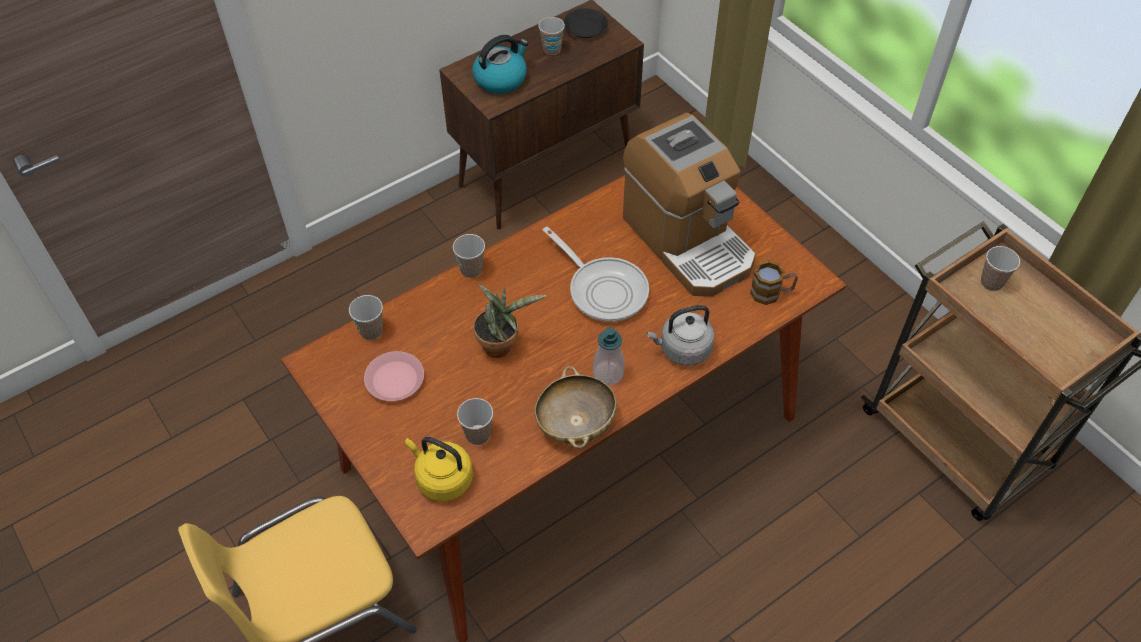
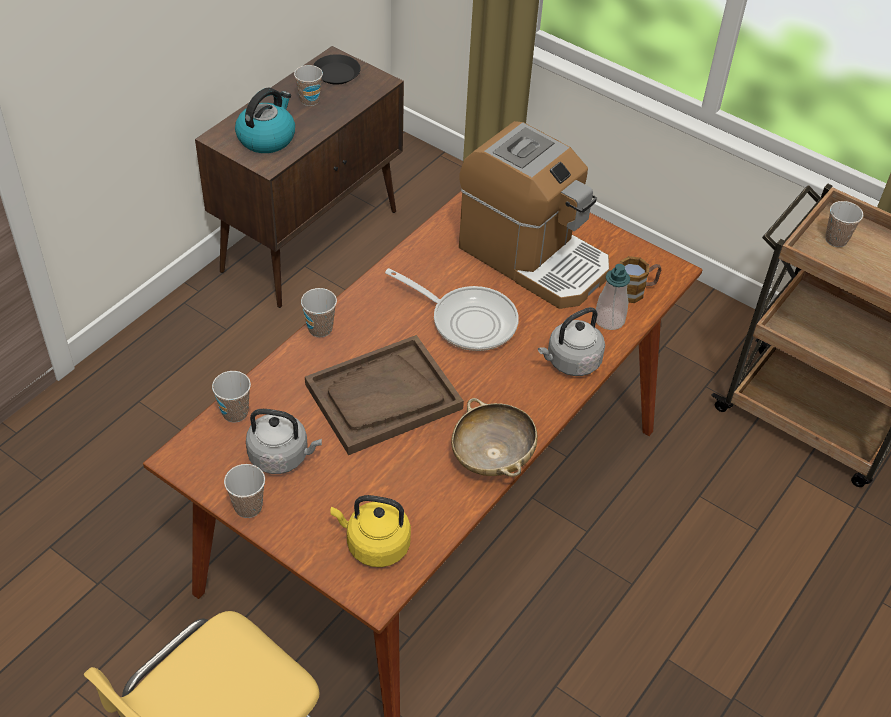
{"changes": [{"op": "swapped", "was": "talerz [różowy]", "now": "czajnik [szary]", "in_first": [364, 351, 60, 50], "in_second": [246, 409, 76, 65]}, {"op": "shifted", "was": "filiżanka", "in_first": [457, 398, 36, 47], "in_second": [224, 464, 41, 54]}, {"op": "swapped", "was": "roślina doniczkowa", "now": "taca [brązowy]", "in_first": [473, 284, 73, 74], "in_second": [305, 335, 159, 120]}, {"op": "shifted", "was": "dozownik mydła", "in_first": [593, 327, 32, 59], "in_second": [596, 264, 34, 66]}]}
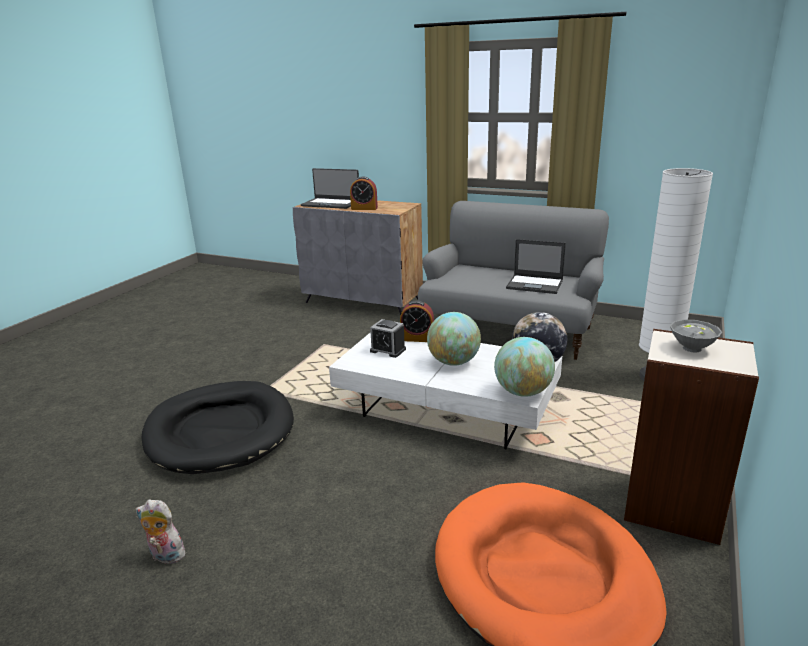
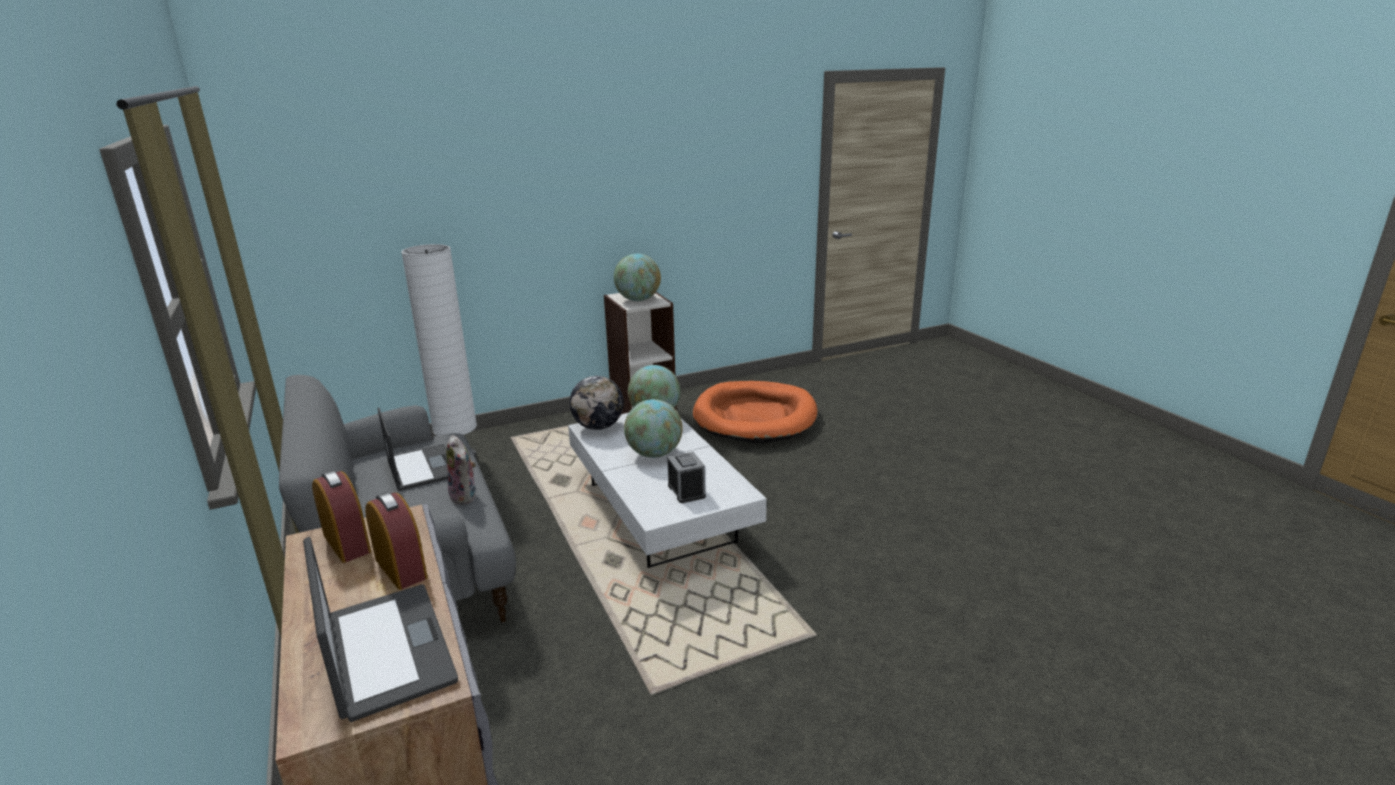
{"changes": [{"op": "shifted", "was": "pluszak", "in_first": [136, 499, 49, 65], "in_second": [447, 435, 29, 69]}, {"op": "gone", "was": "legowisko [czarny]", "in_first": [142, 381, 152, 93]}, {"op": "shifted", "was": "budzik", "in_first": [400, 300, 34, 42], "in_second": [312, 471, 59, 92]}, {"op": "swapped", "was": "miska [szary]", "now": "globus", "in_first": [670, 320, 52, 32], "in_second": [614, 254, 47, 47]}]}
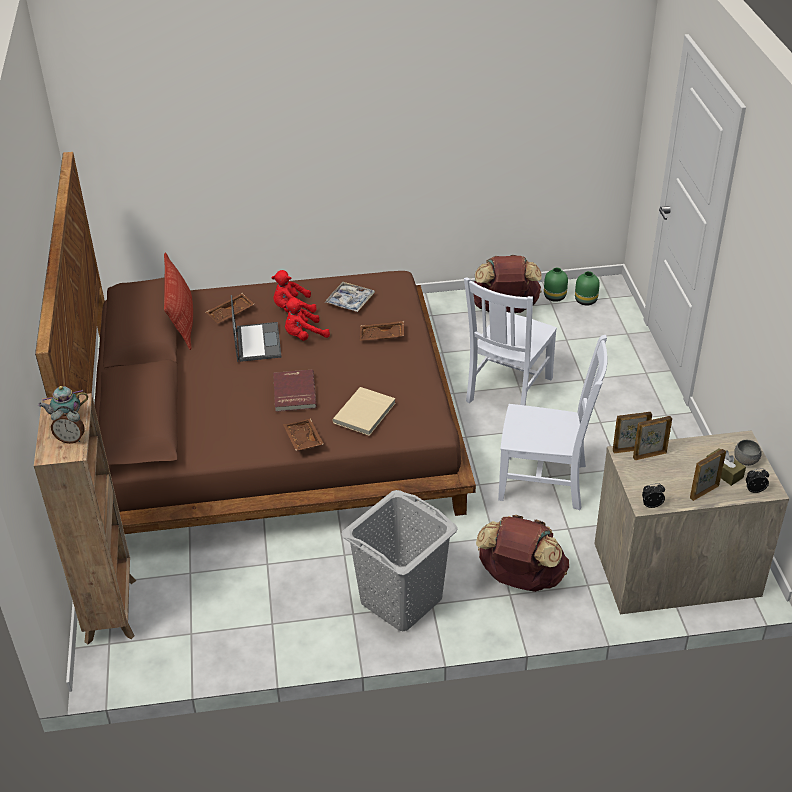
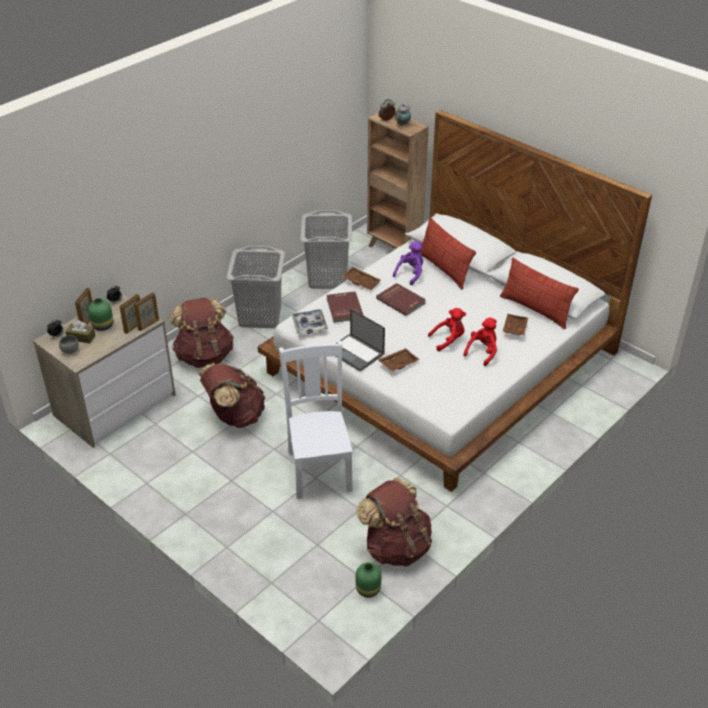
{"changes": [{"op": "repainted", "was": "łóżko [brązowy]", "now": "łóżko [biały]", "in_first": [35, 152, 441, 382], "in_second": [258, 110, 394, 382]}, {"op": "shifted", "was": "laptop", "in_first": [231, 295, 51, 67], "in_second": [335, 309, 50, 62]}, {"op": "rotated", "was": "pluszak [czerwony]", "in_first": [283, 298, 47, 43], "in_second": [428, 308, 38, 43], "clockwise": 45}, {"op": "shifted", "was": "taca", "in_first": [324, 282, 51, 30], "in_second": [291, 309, 37, 25]}, {"op": "repainted", "was": "książka [beżowy]", "now": "książka [czerwony]", "in_first": [332, 387, 63, 49], "in_second": [327, 291, 37, 32]}, {"op": "swapped", "was": "krzesło [biały]", "now": "plecak [brązowy]", "in_first": [498, 335, 110, 175], "in_second": [198, 363, 68, 65]}, {"op": "shifted", "was": "wazon [zielony]", "in_first": [575, 271, 25, 34], "in_second": [88, 298, 25, 33]}, {"op": "new", "now": "kosz na pranie [szary]", "in_second": [301, 210, 51, 79]}, {"op": "new", "now": "pluszak [fioletowy]", "in_second": [393, 241, 30, 44]}, {"op": "new", "now": "poduszka", "in_second": [420, 217, 56, 72]}]}
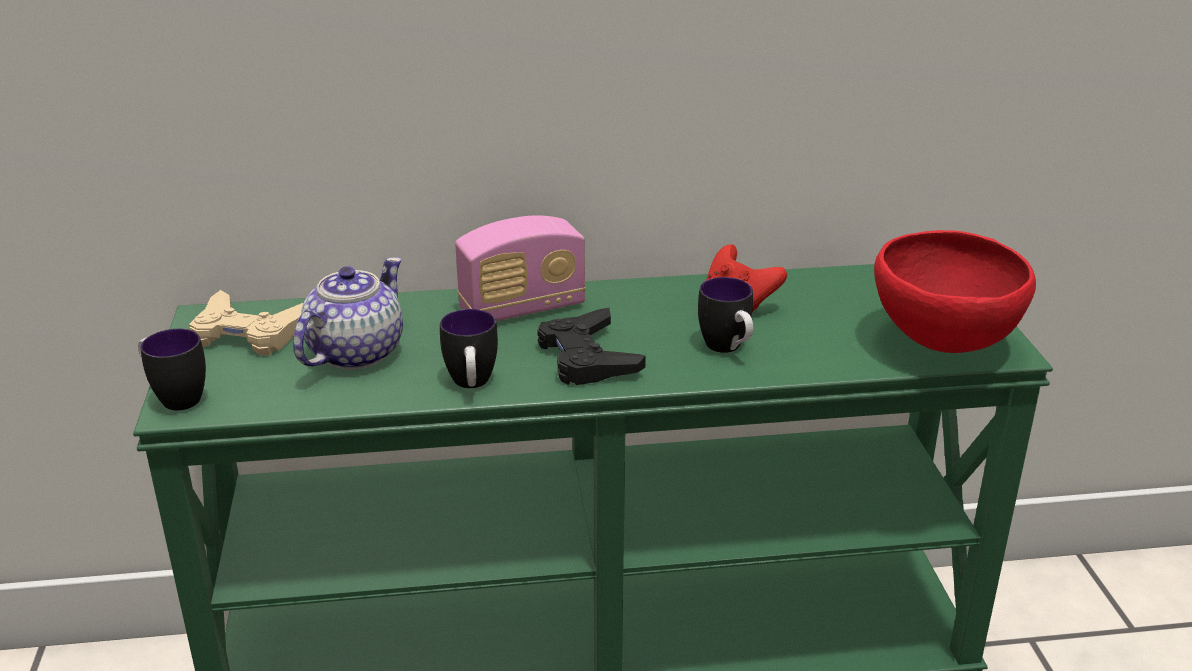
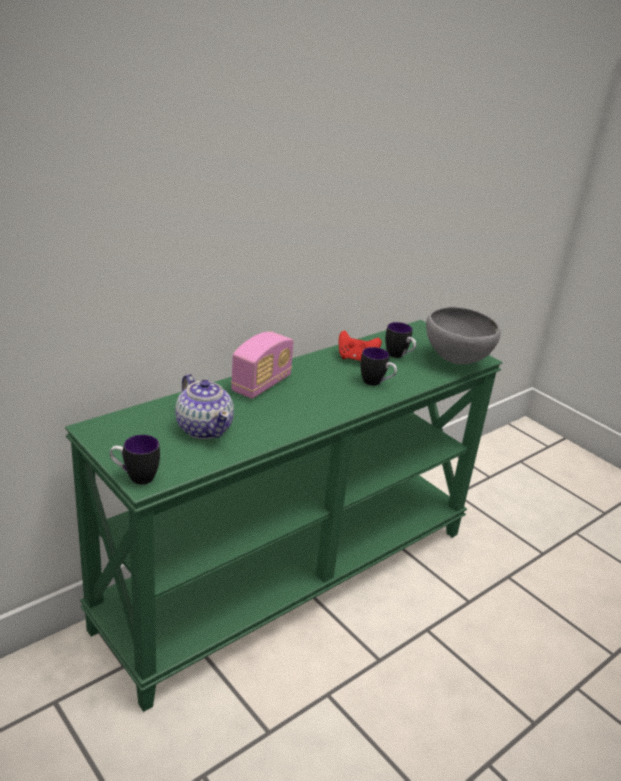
{"changes": [{"op": "gone", "was": "pad do gier [beżowy]", "in_first": [189, 290, 114, 66]}, {"op": "rotated", "was": "imbryk", "in_first": [293, 257, 110, 113], "in_second": [175, 374, 59, 65], "clockwise": 150}, {"op": "shifted", "was": "kubek", "in_first": [440, 309, 58, 79], "in_second": [385, 322, 31, 36]}, {"op": "gone", "was": "pad do gier [czarny]", "in_first": [537, 308, 109, 77]}, {"op": "repainted", "was": "miska [czerwony]", "now": "miska [szary]", "in_first": [874, 230, 162, 123], "in_second": [426, 306, 75, 58]}]}
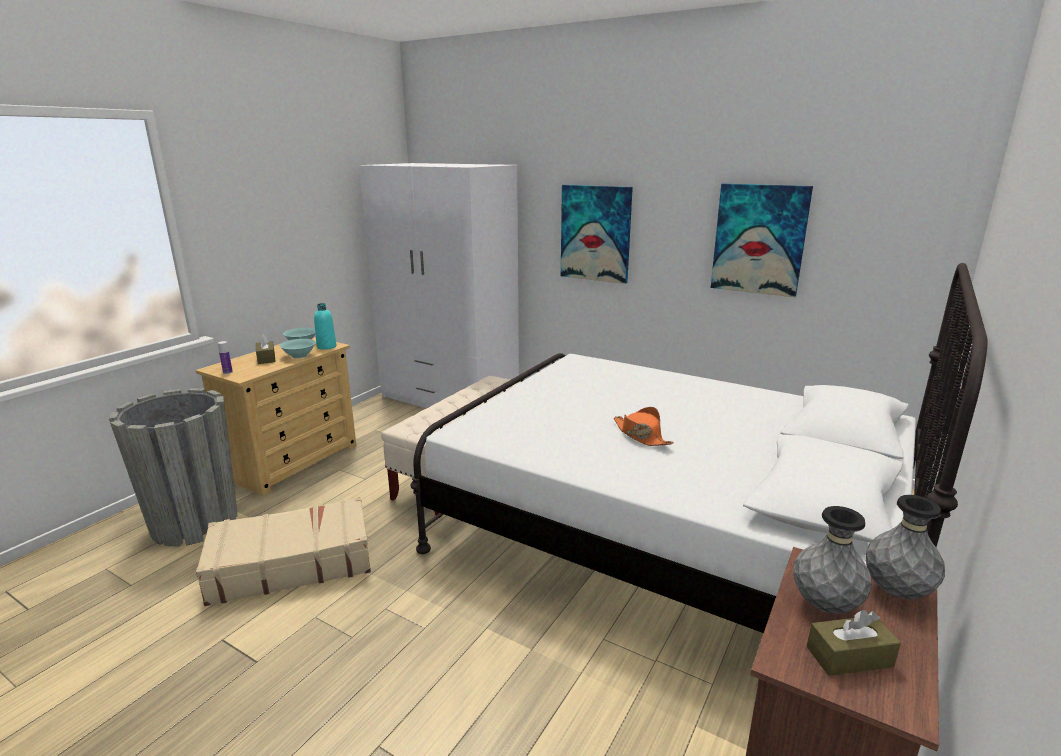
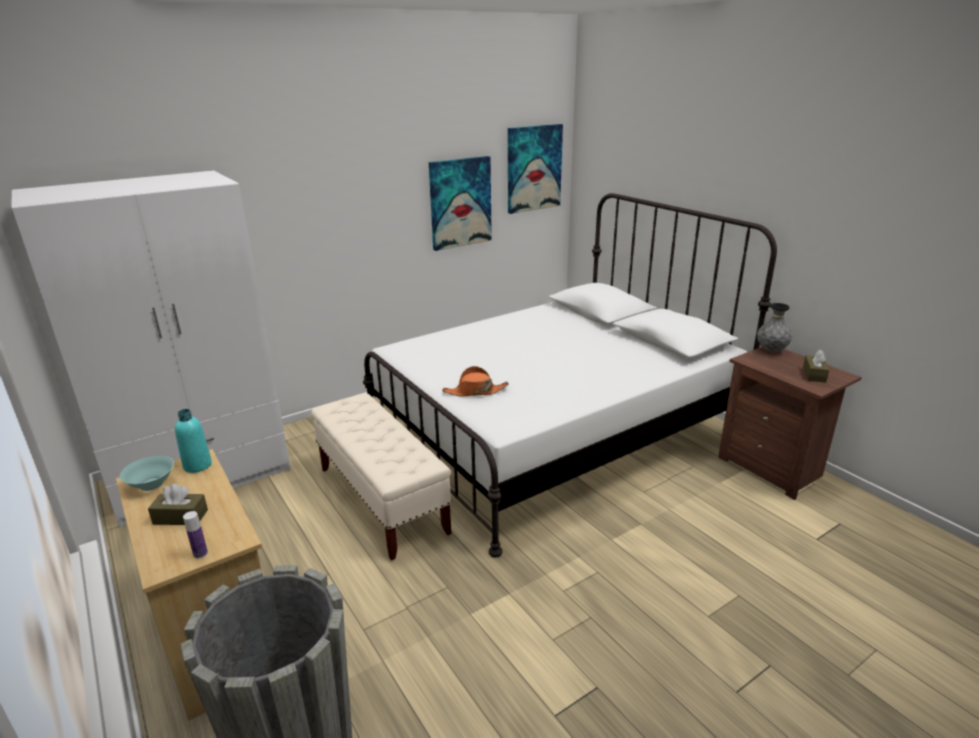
{"changes": [{"op": "gone", "was": "walizka [beżowy]", "in_first": [196, 497, 175, 109]}, {"op": "gone", "was": "miska [turkusowy]", "in_first": [279, 339, 37, 19]}, {"op": "shifted", "was": "obraz", "in_first": [561, 185, 72, 99], "in_second": [508, 124, 55, 90]}, {"op": "shifted", "was": "kapelusz [pomarańczowy]", "in_first": [614, 407, 60, 39], "in_second": [442, 366, 66, 31]}, {"op": "gone", "was": "wazon [szary]", "in_first": [793, 506, 79, 108]}]}
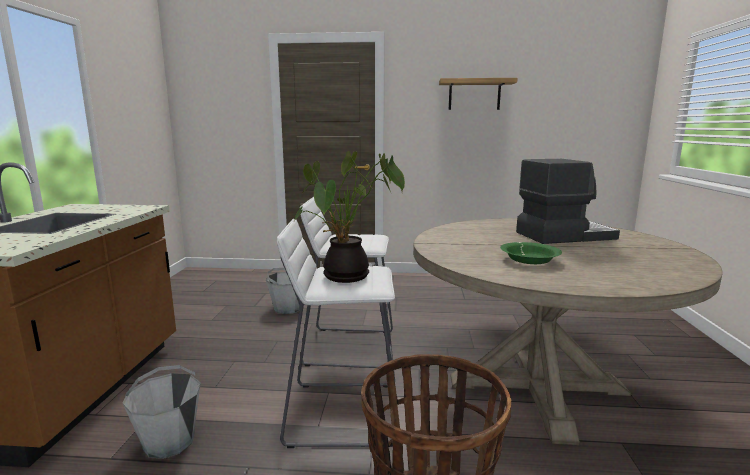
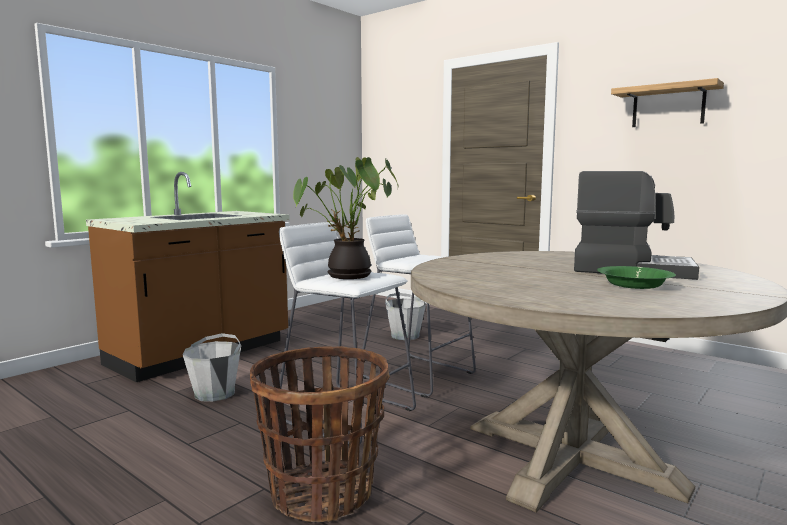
{"changes": [{"op": "shifted", "was": "miska [zielony]", "in_first": [500, 242, 62, 22], "in_second": [597, 266, 79, 23]}]}
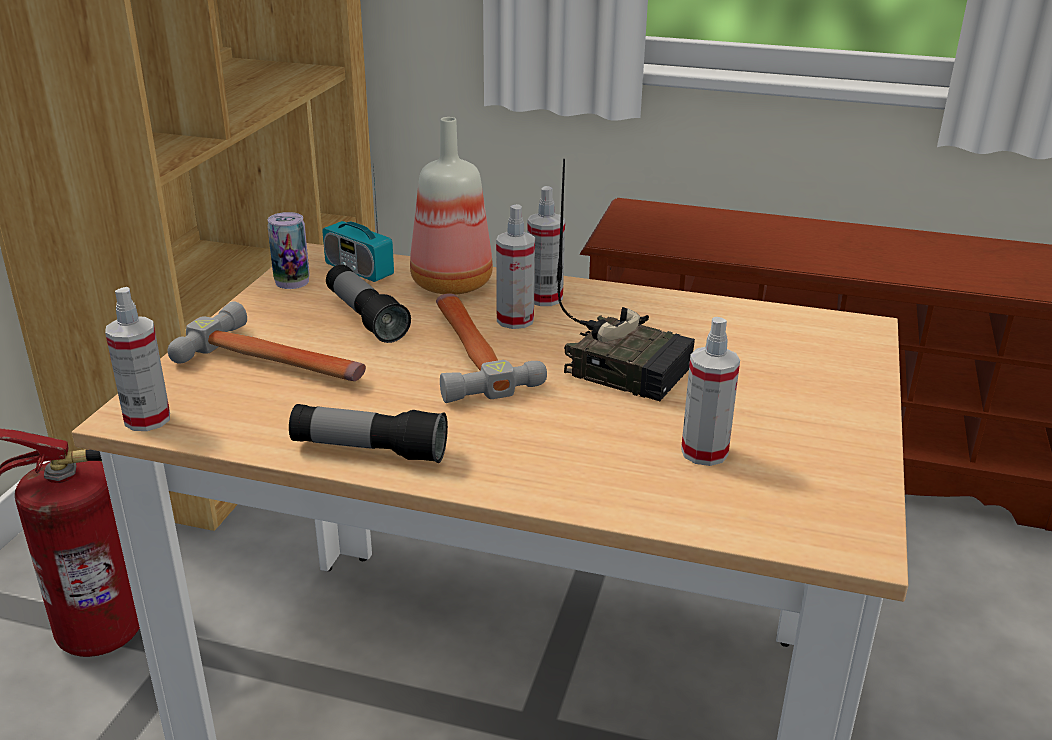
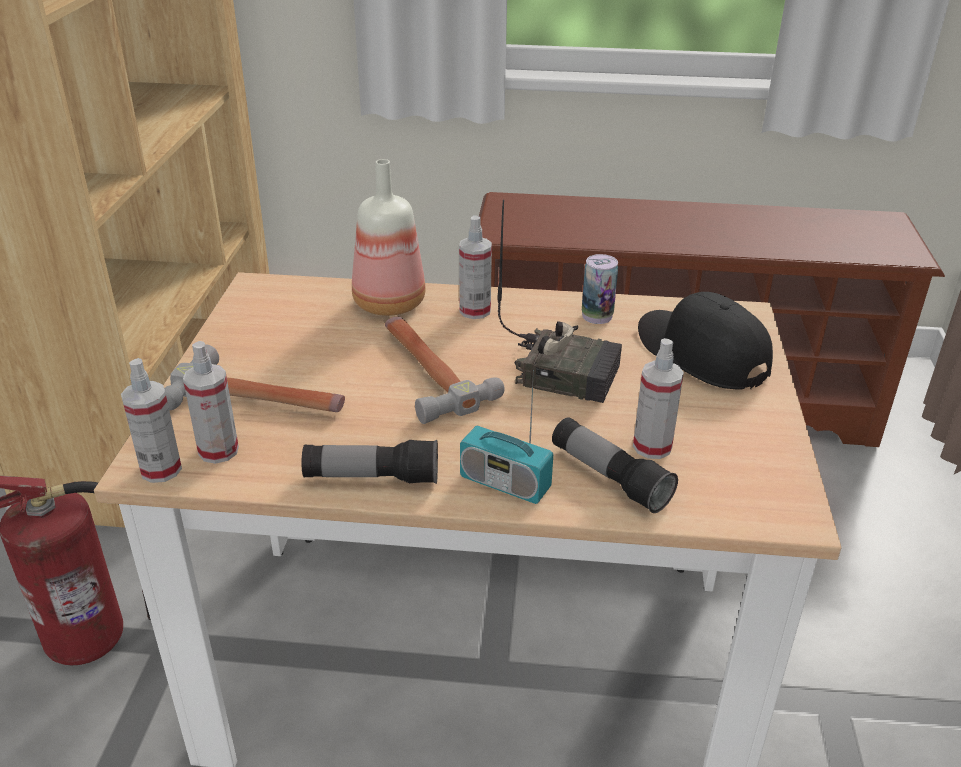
{"changes": [{"op": "shifted", "was": "puszka", "in_first": [267, 212, 43, 77], "in_second": [582, 254, 36, 70]}, {"op": "shifted", "was": "radio", "in_first": [322, 163, 72, 119], "in_second": [460, 371, 93, 133]}, {"op": "shifted", "was": "latarka", "in_first": [326, 265, 85, 78], "in_second": [552, 417, 126, 96]}, {"op": "shifted", "was": "spryskiwacz", "in_first": [496, 204, 39, 125], "in_second": [183, 341, 56, 123]}, {"op": "new", "now": "czapka z daszkiem [czarny]", "in_second": [638, 292, 135, 98]}]}
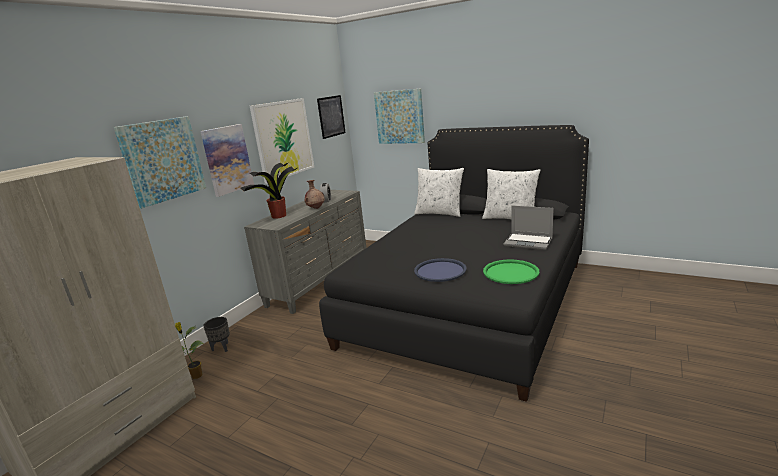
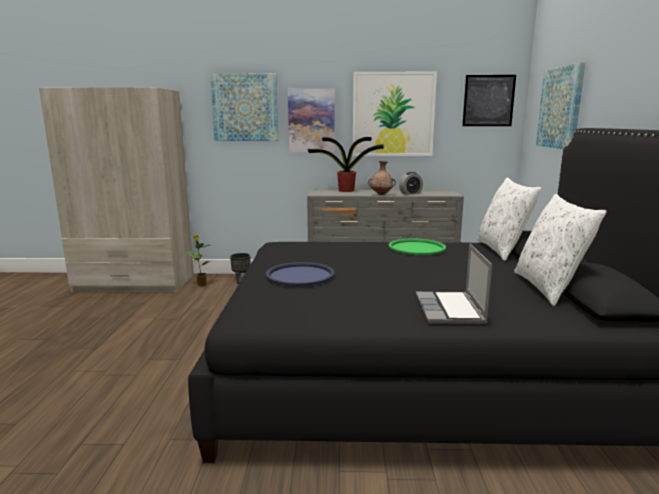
{"changes": [{"op": "shifted", "was": "taca [zielony]", "in_first": [483, 259, 56, 25], "in_second": [389, 239, 57, 16]}]}
